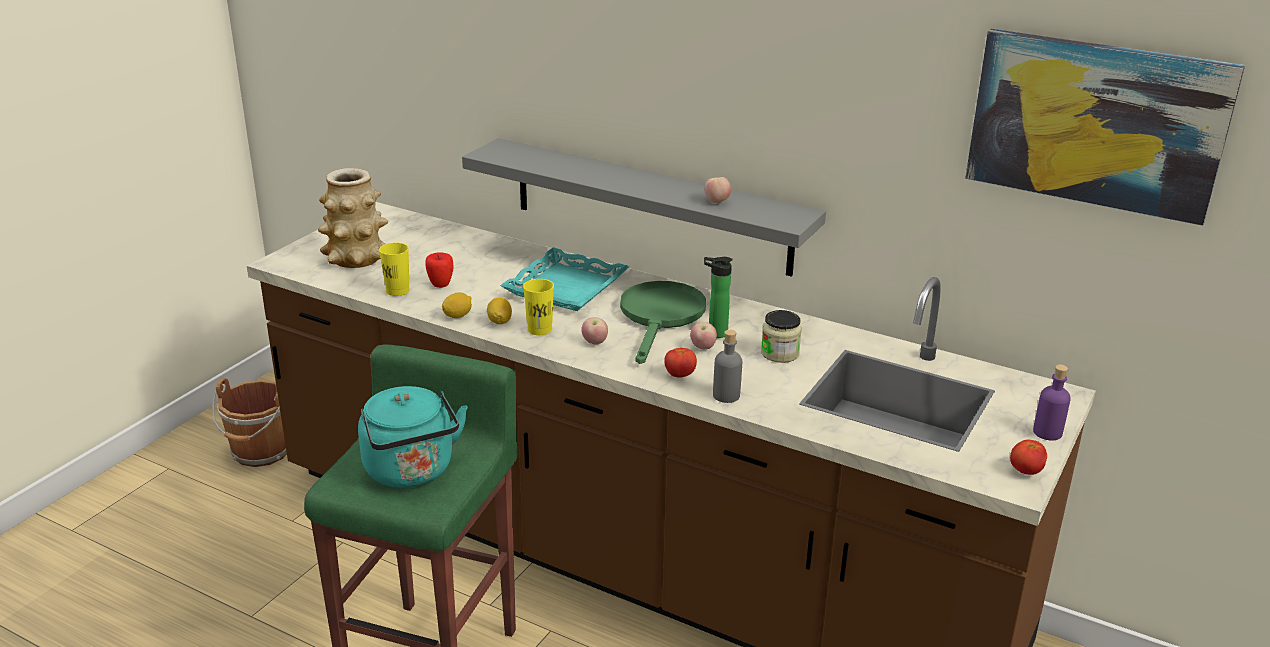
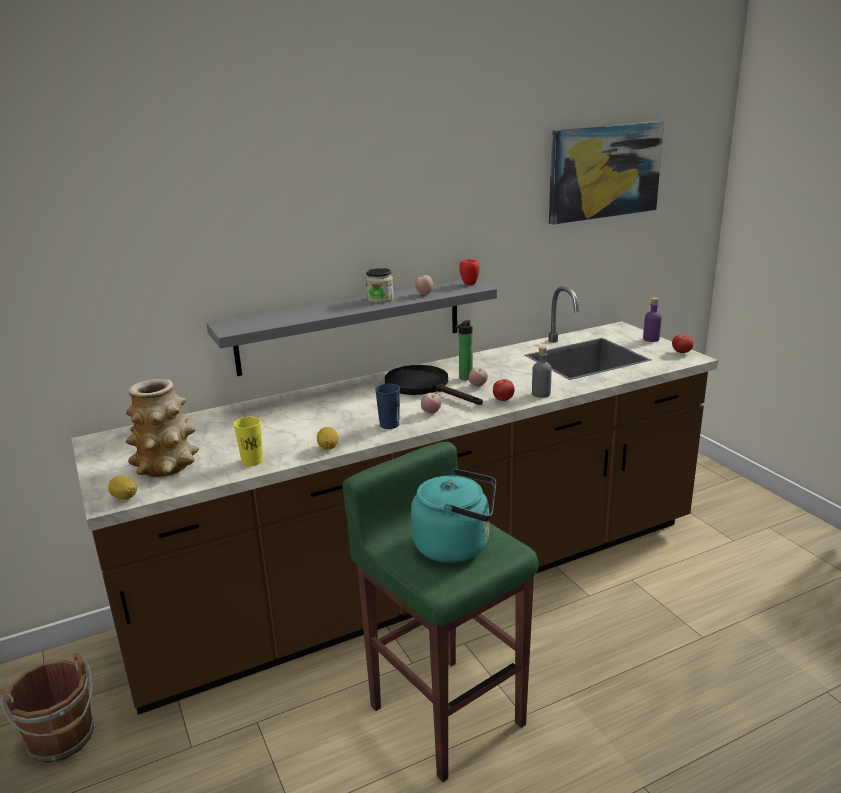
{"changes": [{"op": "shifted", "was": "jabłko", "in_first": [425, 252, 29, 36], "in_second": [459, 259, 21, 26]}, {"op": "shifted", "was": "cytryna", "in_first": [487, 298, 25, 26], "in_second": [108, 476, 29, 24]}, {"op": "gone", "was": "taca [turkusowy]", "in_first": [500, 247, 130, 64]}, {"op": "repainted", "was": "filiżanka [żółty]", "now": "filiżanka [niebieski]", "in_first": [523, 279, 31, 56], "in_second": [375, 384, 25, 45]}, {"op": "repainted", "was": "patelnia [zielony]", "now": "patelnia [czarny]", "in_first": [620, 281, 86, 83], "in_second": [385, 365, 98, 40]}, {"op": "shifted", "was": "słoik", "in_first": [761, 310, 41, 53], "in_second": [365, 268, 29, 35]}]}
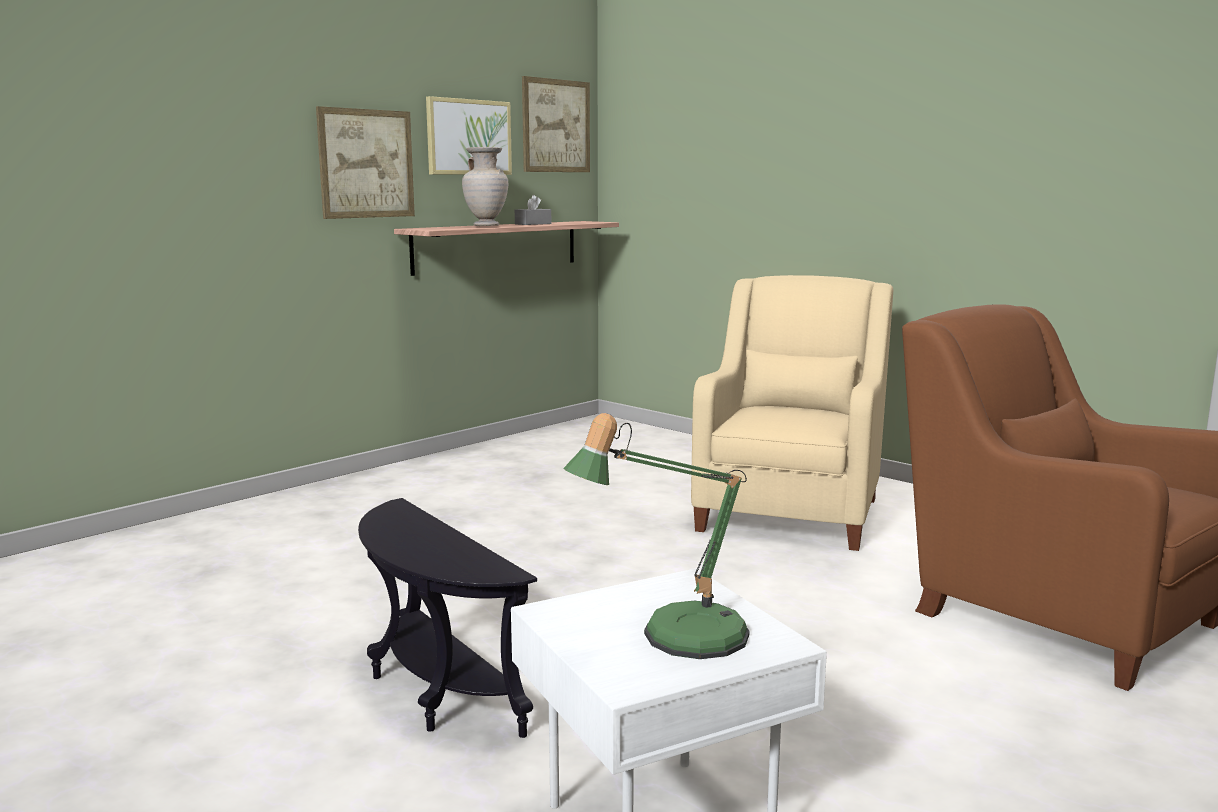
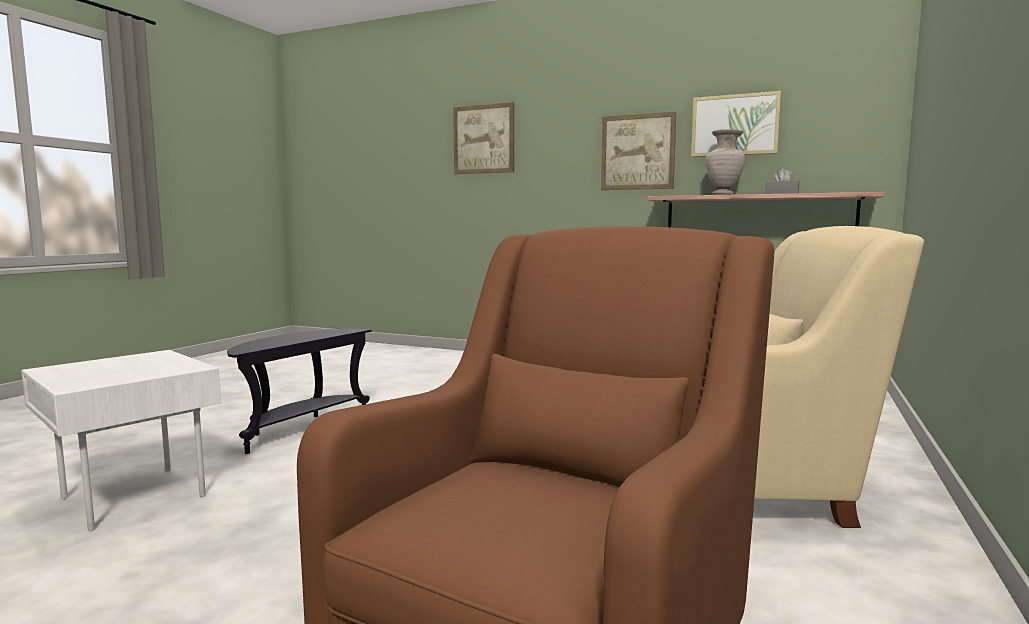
{"changes": [{"op": "shifted", "was": "obraz", "in_first": [522, 76, 68, 96], "in_second": [453, 102, 61, 72]}, {"op": "gone", "was": "lampa stołowa", "in_first": [563, 413, 187, 246]}]}
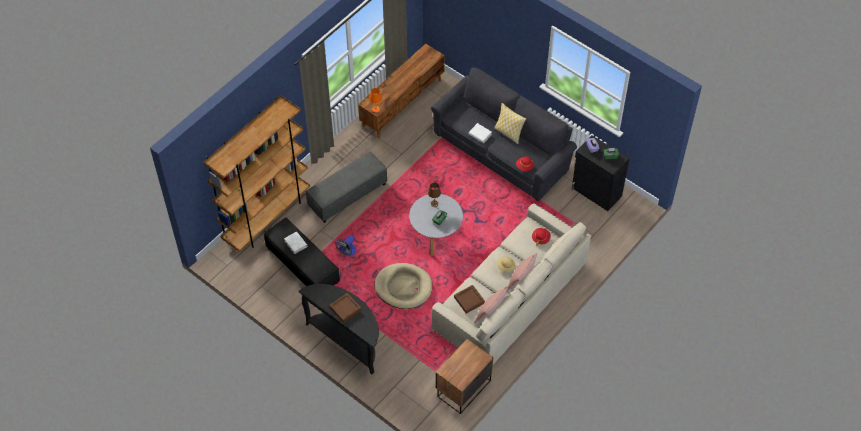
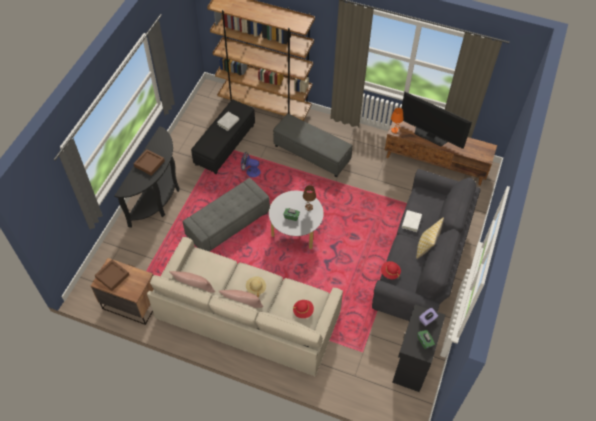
{"changes": [{"op": "swapped", "was": "legowisko [beżowy]", "now": "pufa [szary]", "in_first": [374, 263, 58, 46], "in_second": [182, 178, 88, 74]}, {"op": "shifted", "was": "taca [brązowy]", "in_first": [454, 285, 31, 29], "in_second": [95, 260, 34, 31]}, {"op": "new", "now": "telewizor", "in_second": [401, 92, 71, 57]}]}
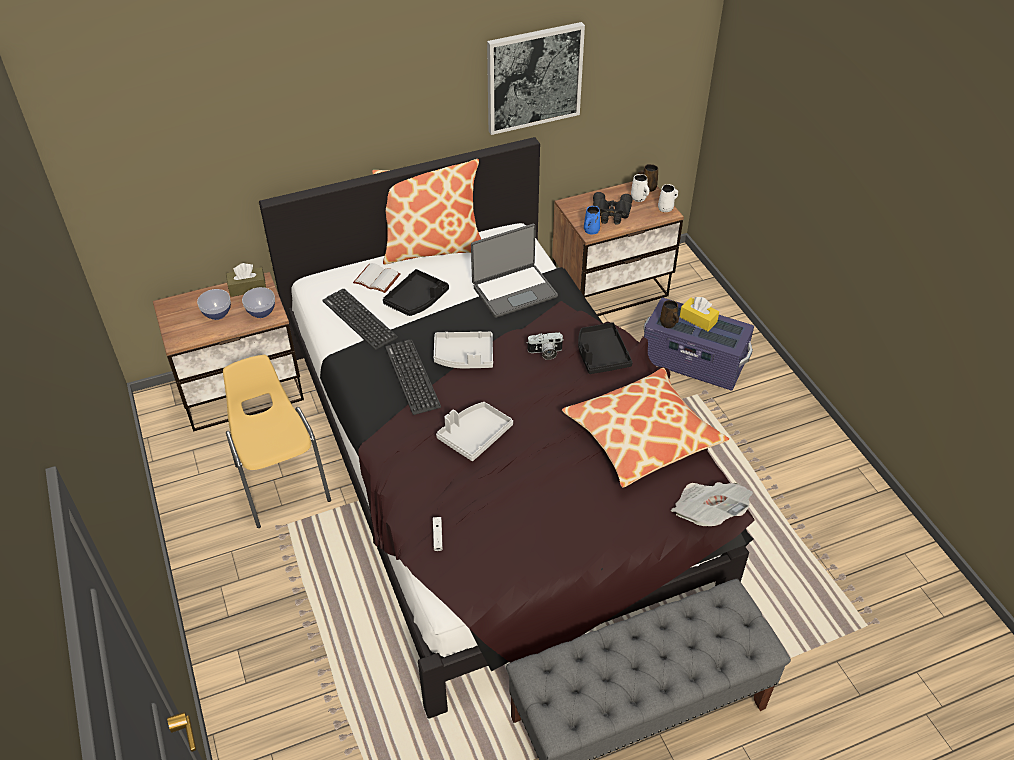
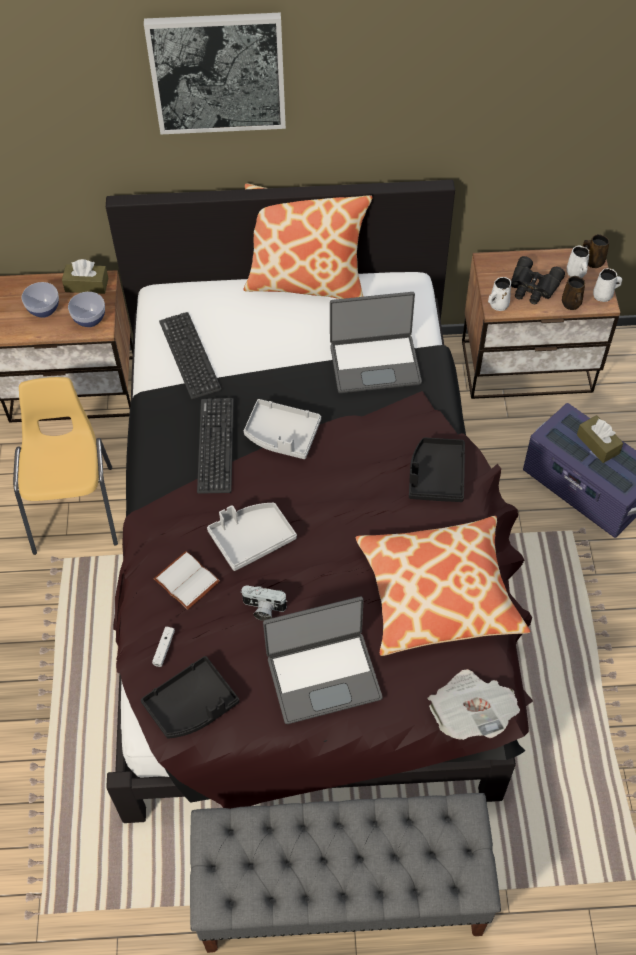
{"changes": [{"op": "shifted", "was": "książka [biały]", "in_first": [353, 263, 48, 30], "in_second": [154, 551, 66, 59]}, {"op": "shifted", "was": "taca [czarny]", "in_first": [383, 269, 66, 47], "in_second": [141, 656, 98, 83]}, {"op": "shifted", "was": "obraz", "in_first": [487, 22, 98, 113], "in_second": [144, 13, 142, 121]}, {"op": "shifted", "was": "aparat fotograficzny", "in_first": [527, 332, 37, 28], "in_second": [241, 585, 47, 36]}, {"op": "repainted", "was": "kubek [niebieski]", "now": "kubek [biały]", "in_first": [584, 206, 16, 28], "in_second": [488, 277, 23, 34]}, {"op": "shifted", "was": "kubek [brązowy]", "in_first": [660, 300, 19, 28], "in_second": [562, 276, 23, 34]}, {"op": "repainted", "was": "pudełko chusteczek [żółty]", "now": "pudełko chusteczek [brązowy]", "in_first": [680, 297, 39, 34], "in_second": [577, 415, 46, 48]}, {"op": "new", "now": "laptop", "in_second": [263, 596, 120, 128]}]}
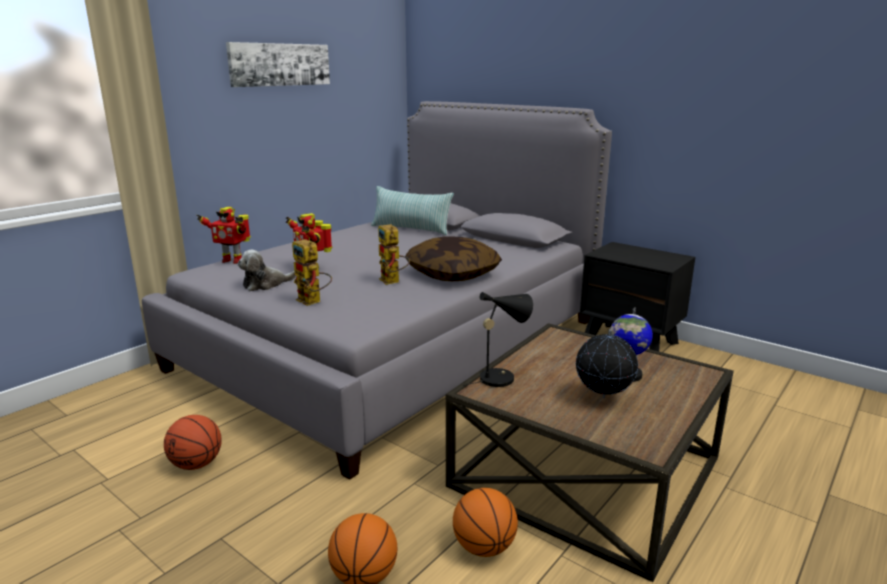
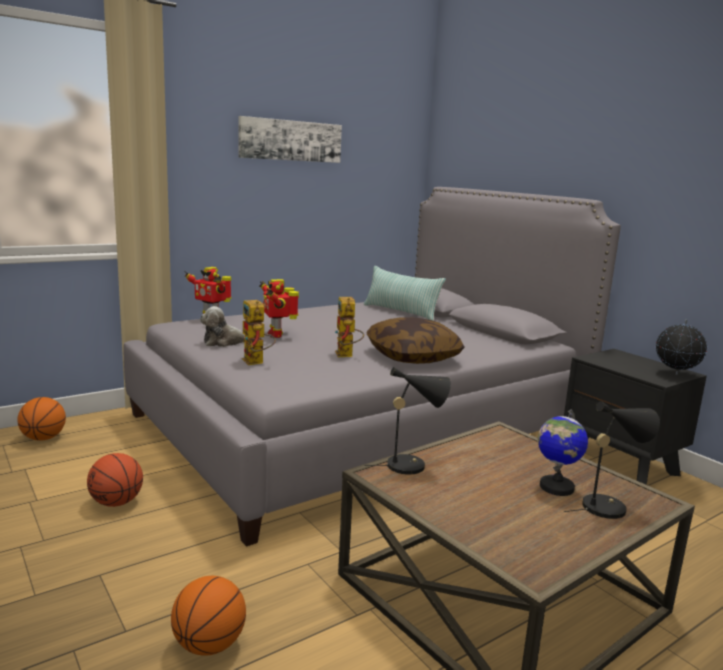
{"changes": [{"op": "shifted", "was": "piłka do koszykówki", "in_first": [453, 488, 65, 69], "in_second": [17, 397, 49, 44]}, {"op": "shifted", "was": "globus", "in_first": [576, 329, 62, 69], "in_second": [656, 319, 51, 56]}, {"op": "new", "now": "lampa stołowa [czarny]", "in_second": [564, 401, 96, 118]}]}
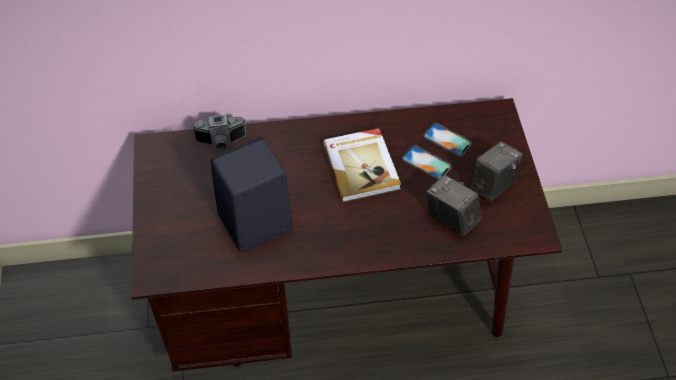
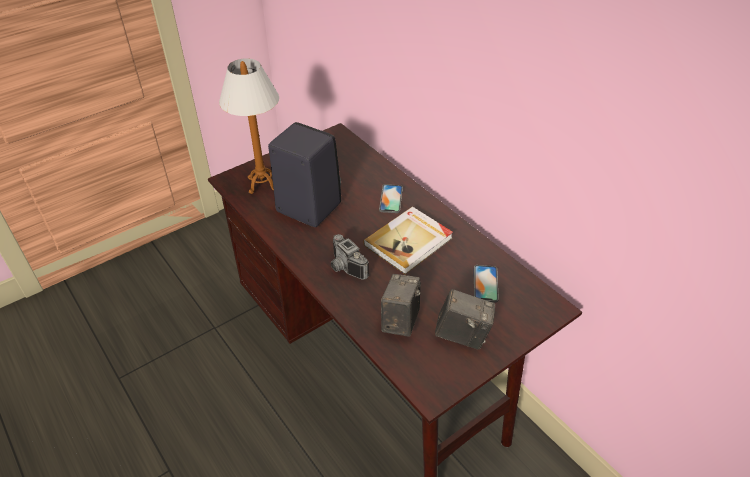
{"changes": [{"op": "shifted", "was": "aparat fotograficzny", "in_first": [192, 114, 54, 35], "in_second": [331, 234, 38, 46]}, {"op": "shifted", "was": "telefon", "in_first": [402, 145, 49, 35], "in_second": [379, 184, 24, 29]}, {"op": "new", "now": "lampa stołowa", "in_second": [219, 58, 60, 136]}]}
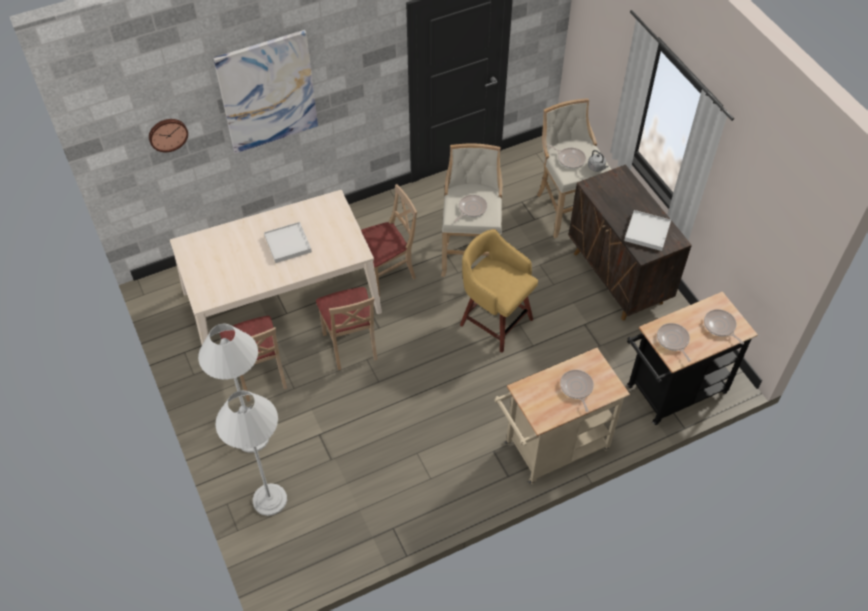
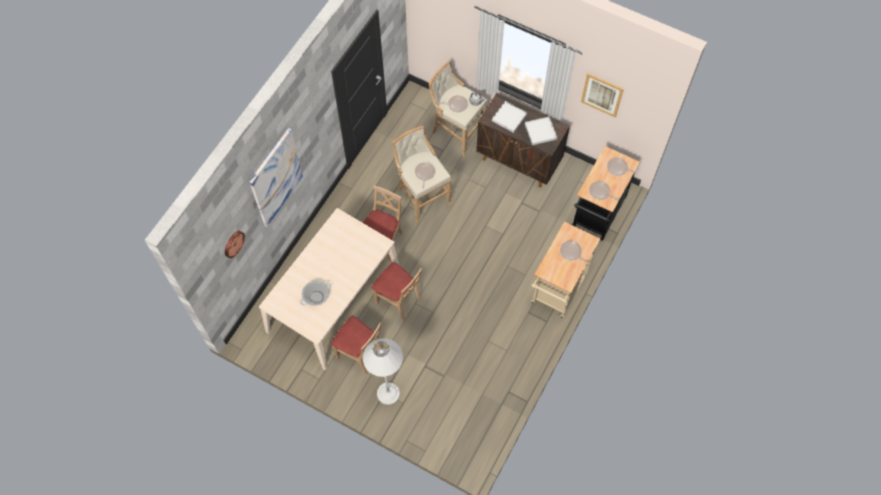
{"changes": [{"op": "gone", "was": "lampa stojąca [biały]", "in_first": [215, 390, 72, 126]}, {"op": "shifted", "was": "taca [biały]", "in_first": [264, 222, 48, 41], "in_second": [492, 101, 35, 32]}, {"op": "gone", "was": "stołek [żółty]", "in_first": [460, 229, 78, 124]}, {"op": "new", "now": "garnek", "in_second": [300, 281, 31, 25]}, {"op": "new", "now": "obraz", "in_second": [581, 73, 43, 44]}]}
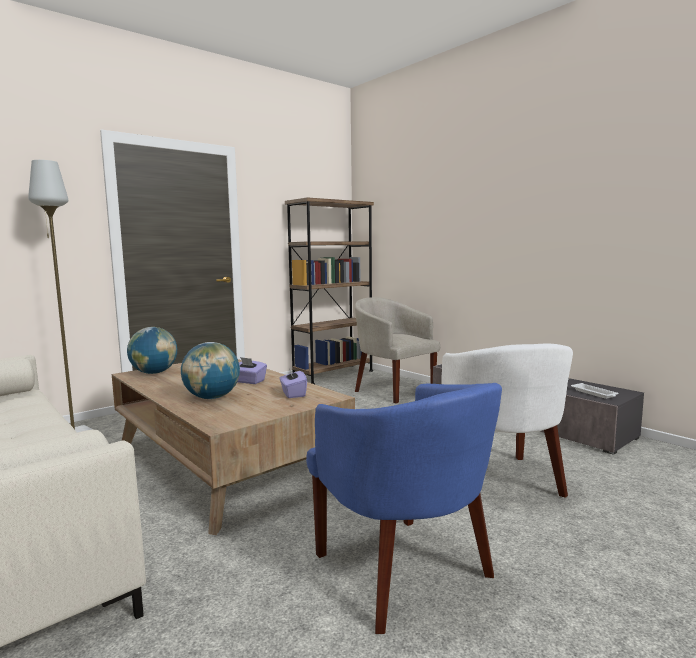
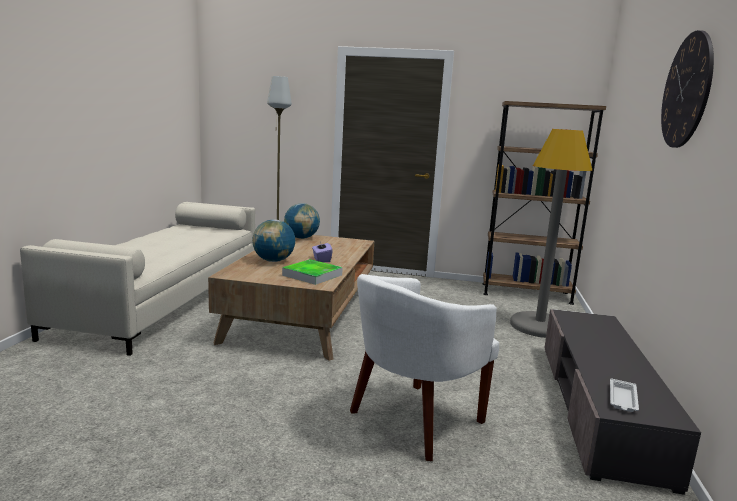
{"changes": [{"op": "swapped", "was": "pudełko chusteczek [fioletowy]", "now": "taca", "in_first": [279, 369, 28, 29], "in_second": [282, 259, 61, 26]}, {"op": "gone", "was": "fotel [niebieski]", "in_first": [306, 383, 196, 251]}, {"op": "swapped", "was": "fotel [beżowy]", "now": "lampa stojąca [szary]", "in_first": [355, 297, 85, 107], "in_second": [510, 129, 83, 209]}, {"op": "new", "now": "zegar ścienny", "in_second": [661, 30, 53, 118]}]}
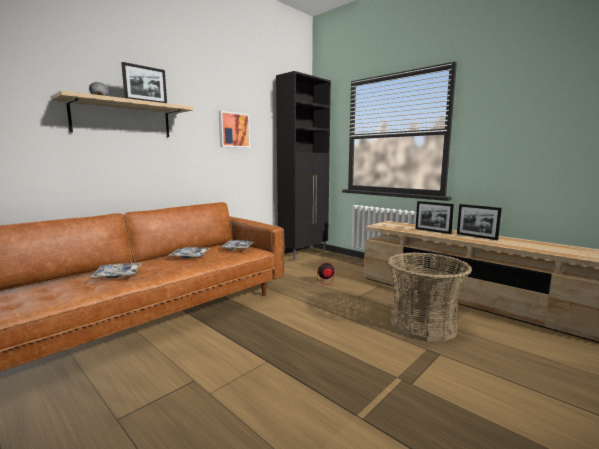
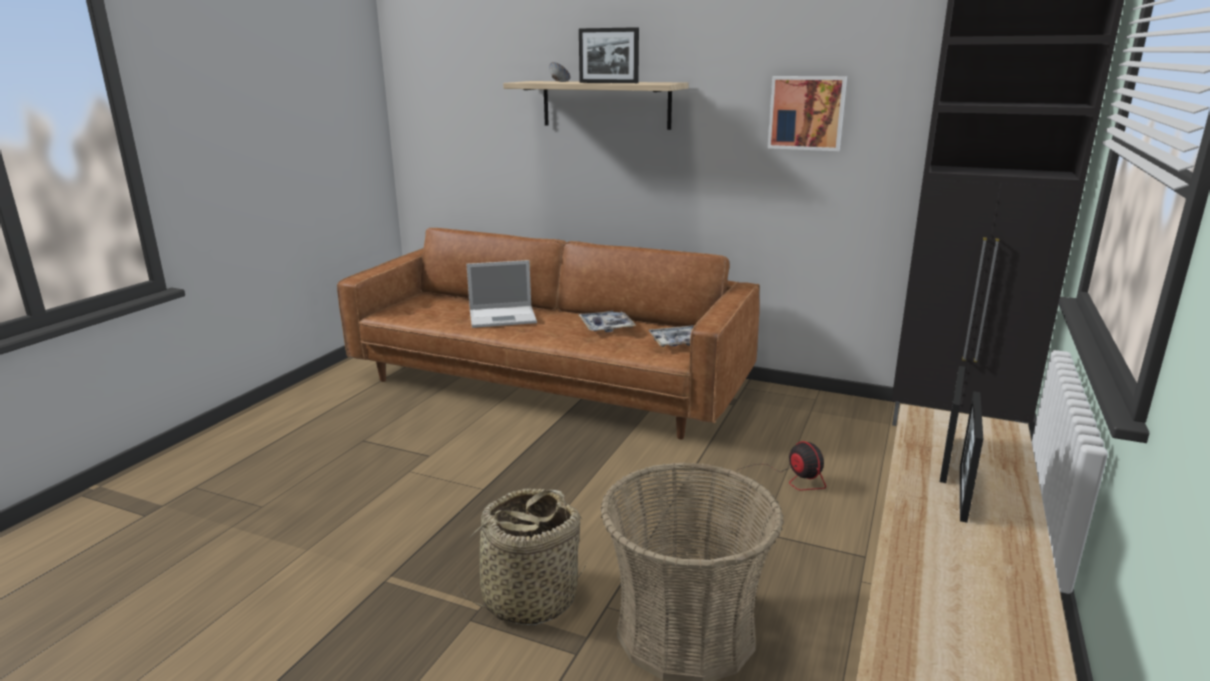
{"changes": [{"op": "swapped", "was": "taca", "now": "laptop", "in_first": [90, 263, 52, 15], "in_second": [466, 260, 71, 68]}, {"op": "shifted", "was": "ramka na zdjęcie", "in_first": [457, 204, 45, 36], "in_second": [940, 366, 25, 117]}, {"op": "new", "now": "koszyk", "in_second": [455, 488, 132, 137]}]}
